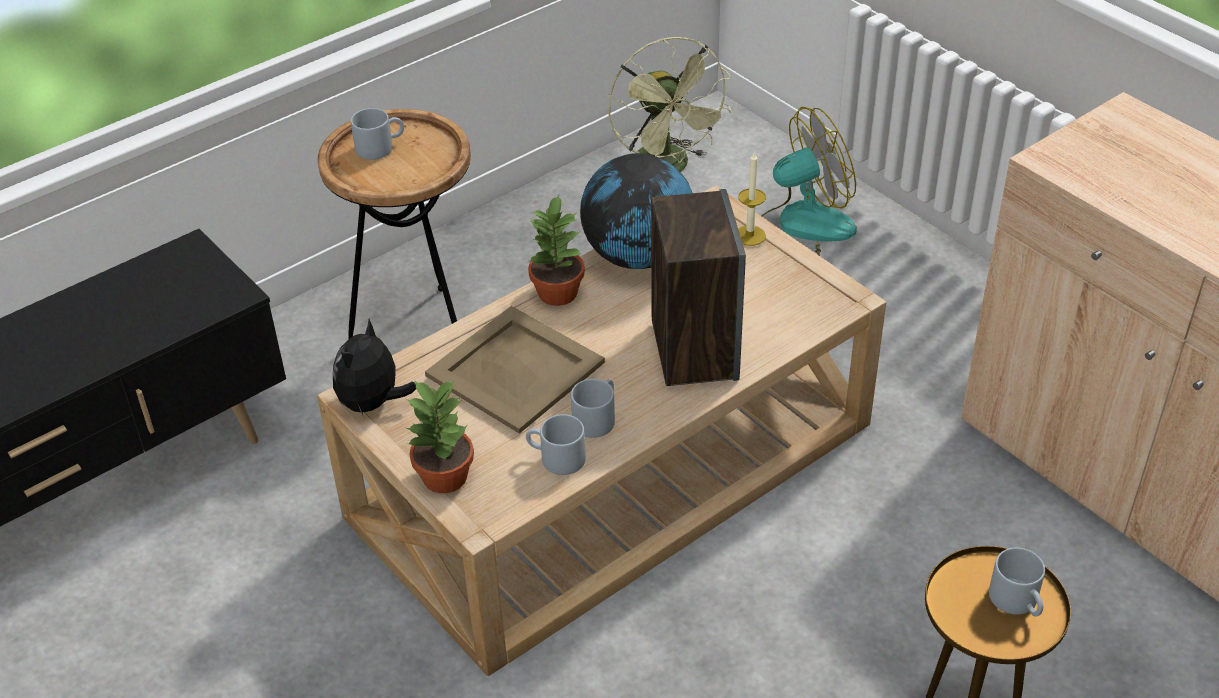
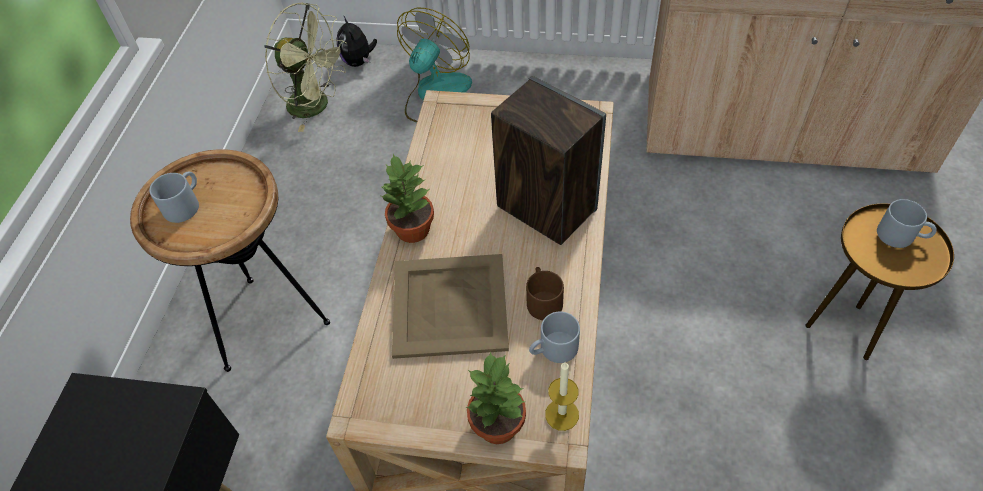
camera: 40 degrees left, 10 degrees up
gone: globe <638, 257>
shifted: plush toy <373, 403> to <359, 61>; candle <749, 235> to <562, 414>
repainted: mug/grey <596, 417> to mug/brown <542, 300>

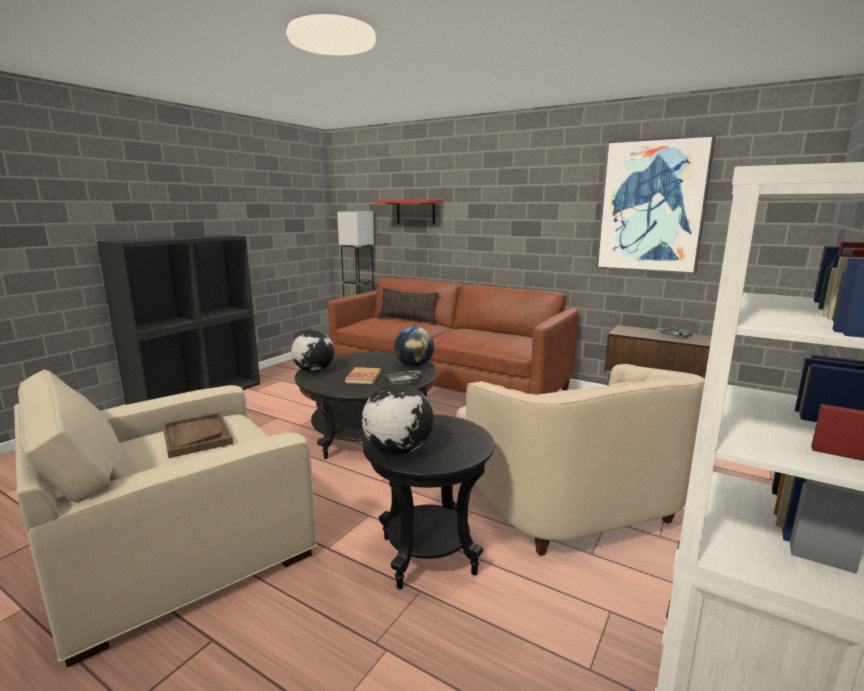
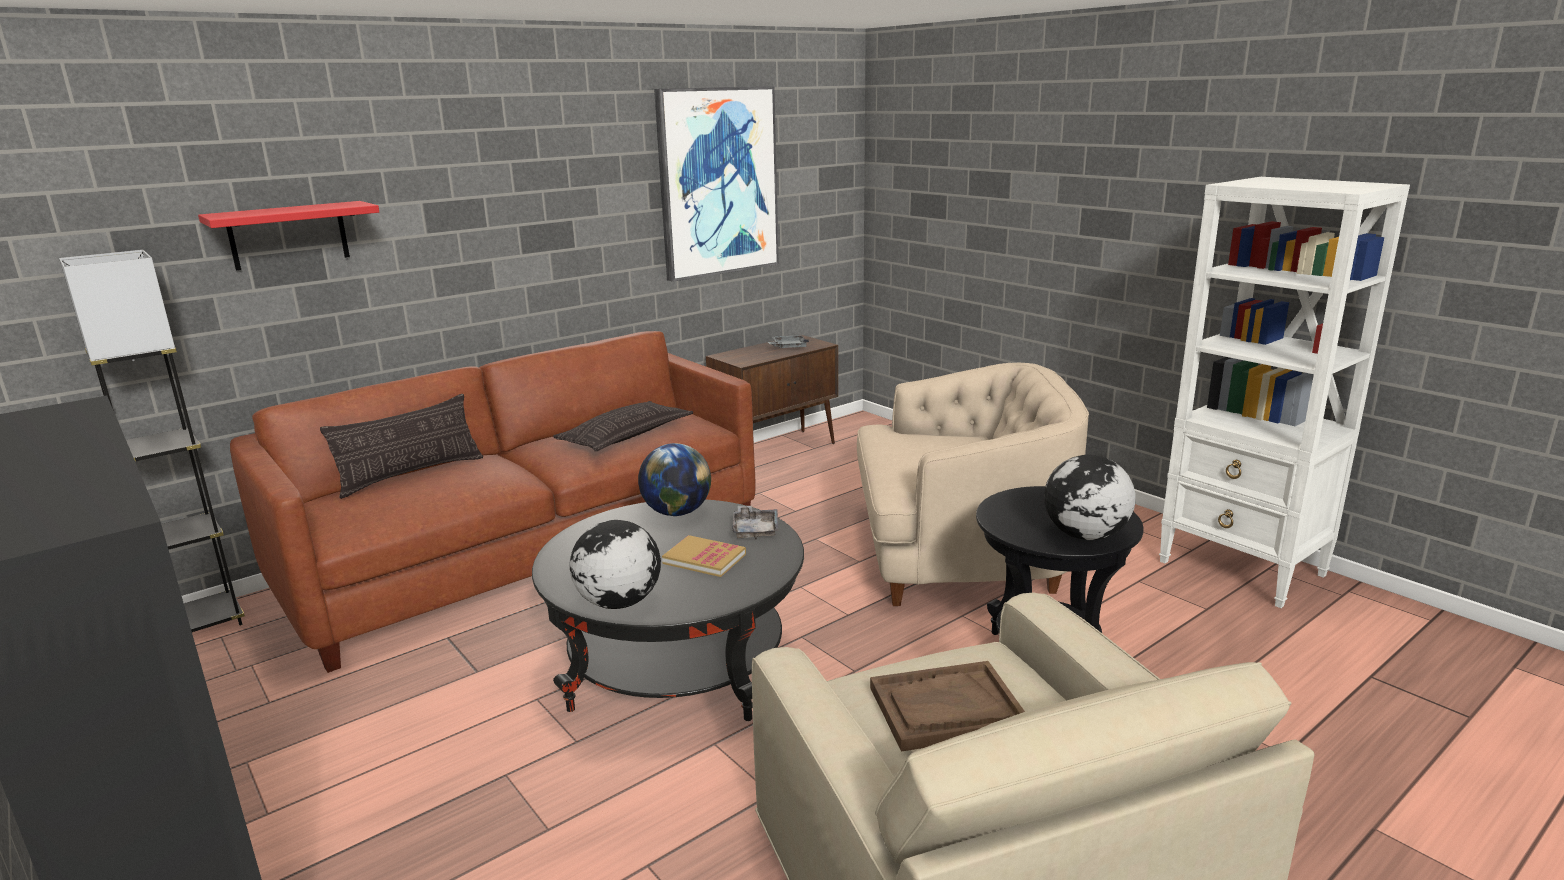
camera: 70 degrees left, 5 degrees up
new: pillow <626, 435>

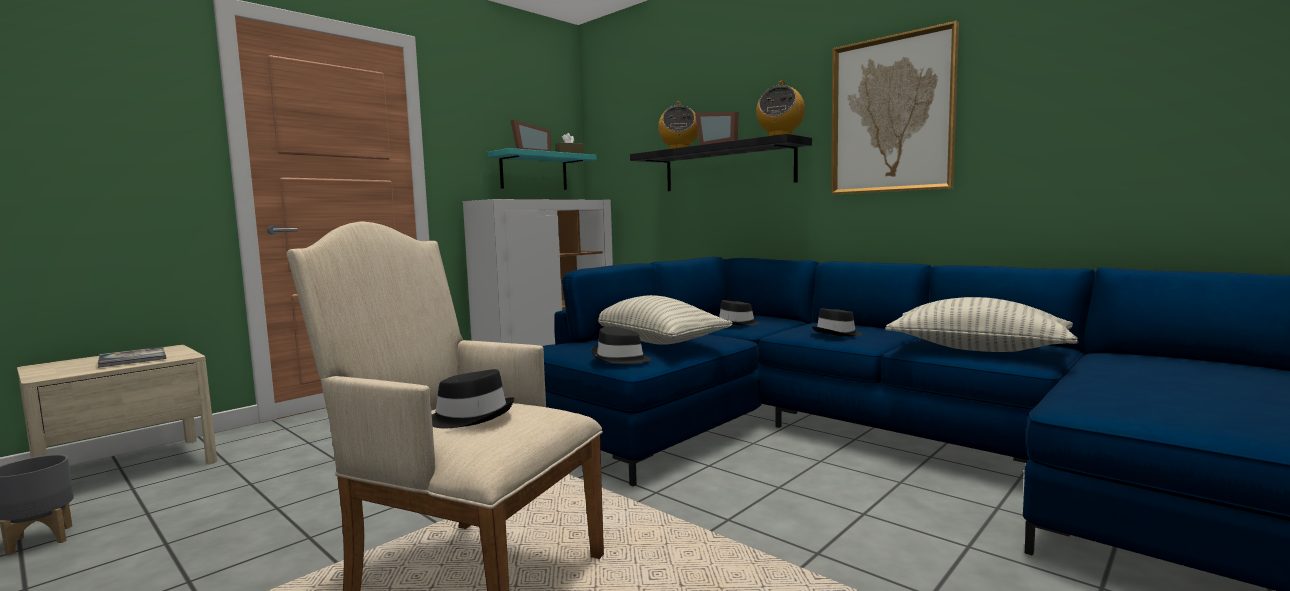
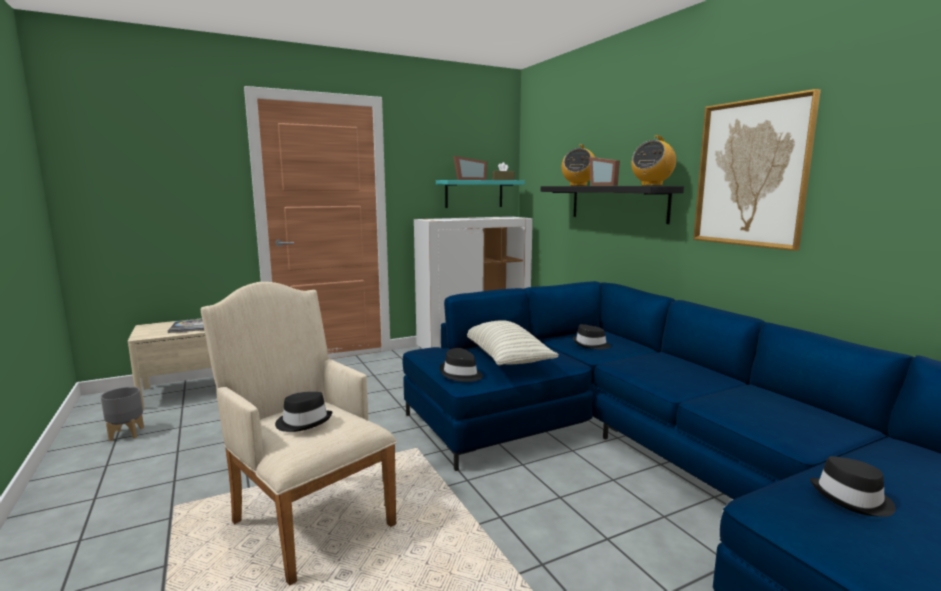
camera: 20 degrees right, 5 degrees up
gone: pillow <977, 349>
shifted: hat/black <838, 334> to <852, 499>

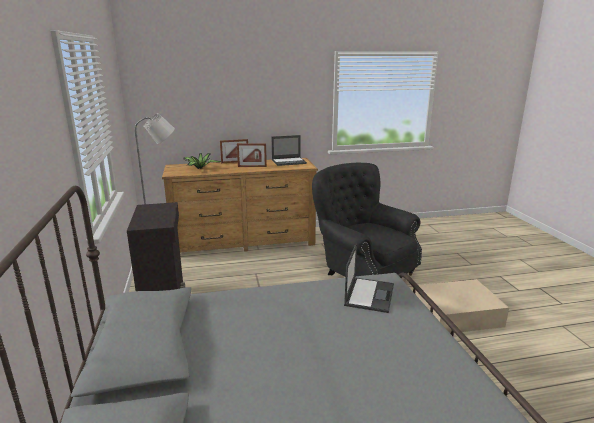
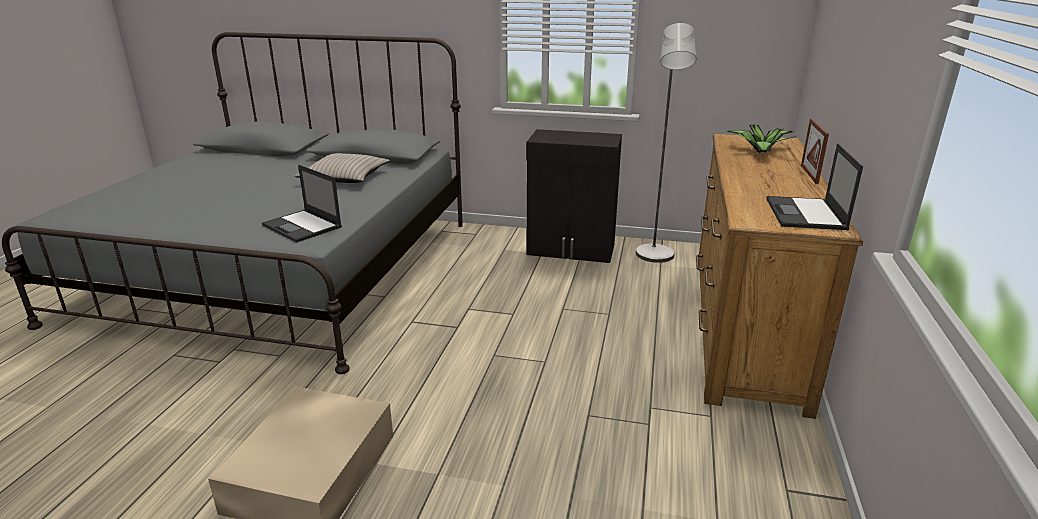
camera: 115 degrees right, 5 degrees up
gone: picture frame <252, 166>; armchair/black <362, 271>
new: pillow/beige <345, 177>

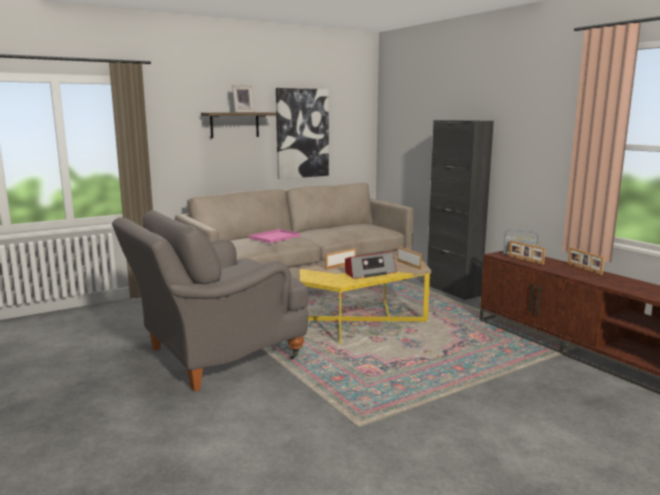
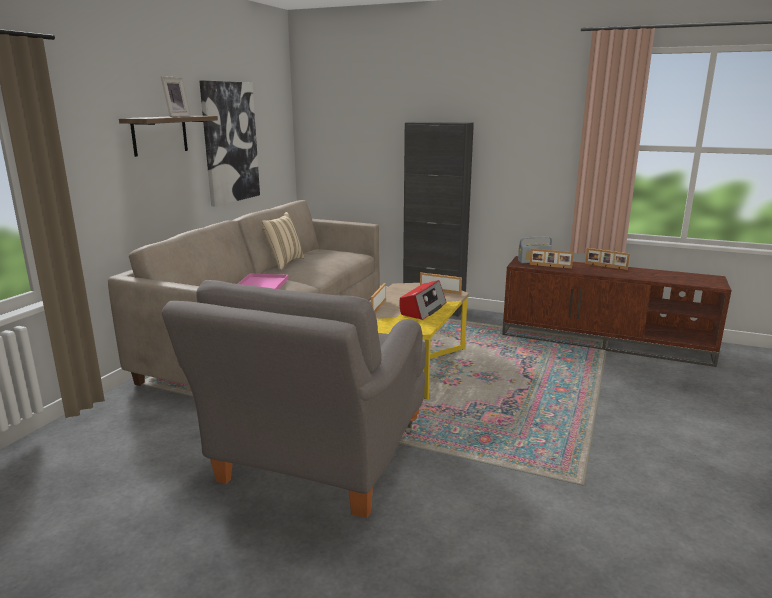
camera: 35 degrees left, 5 degrees up
new: pillow/beige <284, 263>

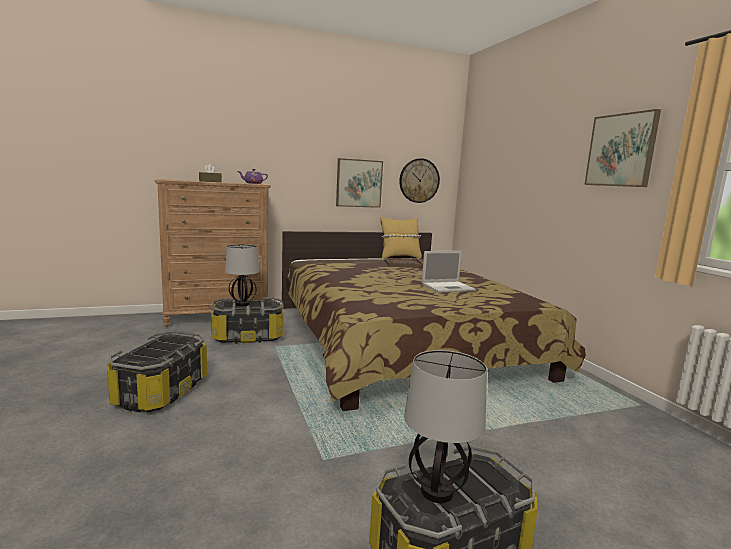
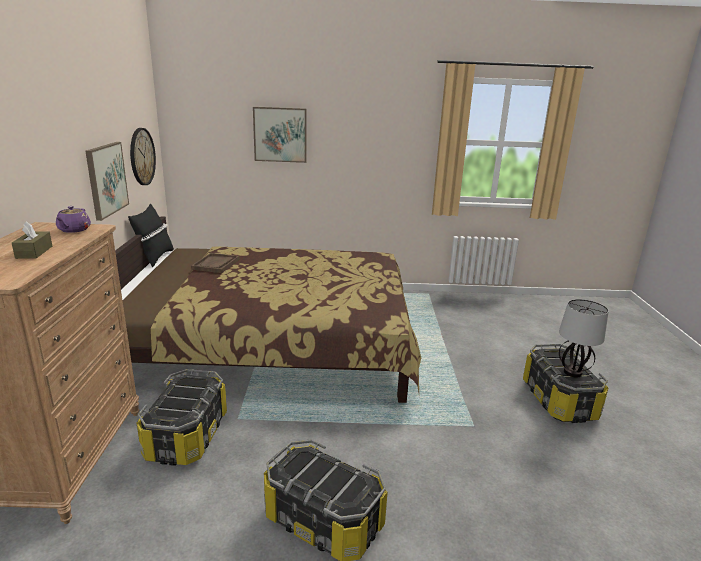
camera: 70 degrees left, 10 degrees up
gone: table lamp <242, 304>; laptop <449, 287>
shifted: picture <621, 150> to <280, 134>
repainted: pillow/yellow <399, 257> to pillow/black <155, 258>

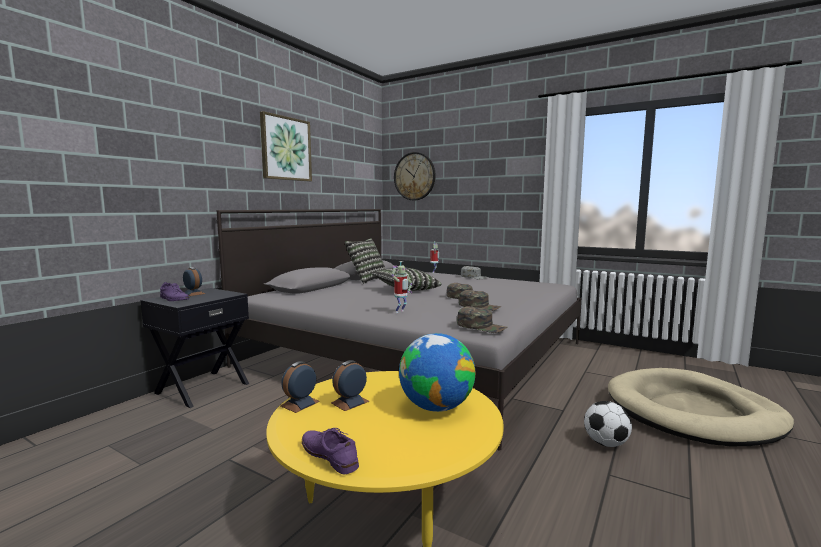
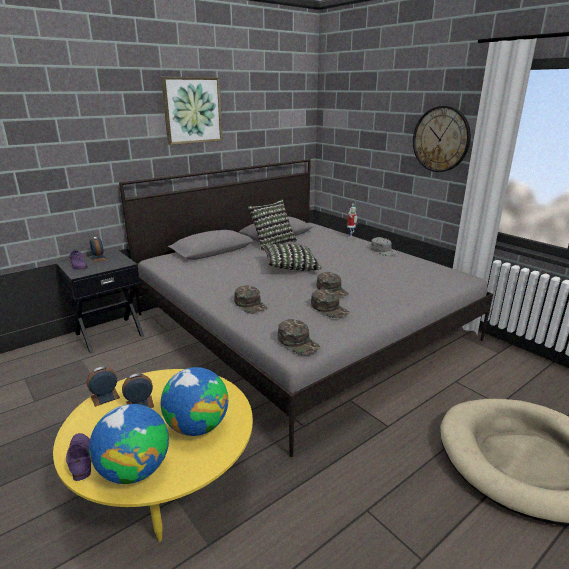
camera: 20 degrees right, 15 degrees up
gone: football <606, 443>
new: globe <135, 470>
shifted: wall clock <414, 176> to <441, 139>
swapped: toy robot <400, 312> to cap/green <250, 304>

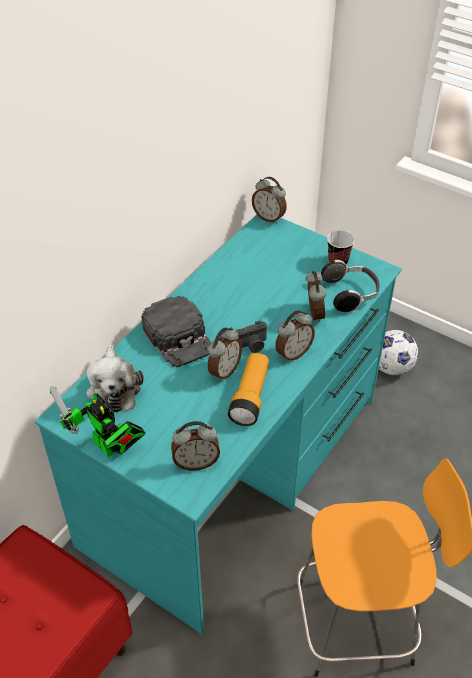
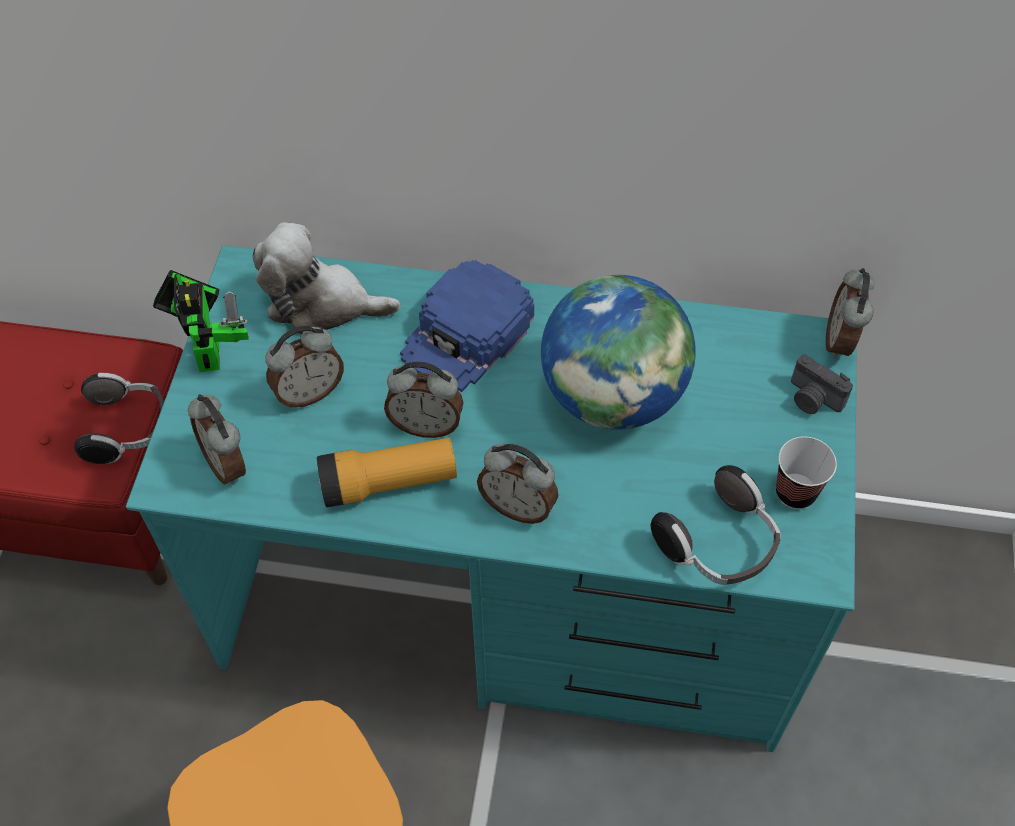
camera: 65 degrees right, 10 degrees up
gone: football <392, 367>
new: headphones <128, 429>; globe <613, 396>
shifted: photo camera <252, 345> to <812, 399>; alarm clock <313, 314> to <309, 392>
repainted: cap/black <178, 336> to cap/blue <467, 335>
rotated: toy robot <108, 448> = <209, 348> 150 degrees clockwise; plush toy <114, 388> = <322, 303> 45 degrees clockwise

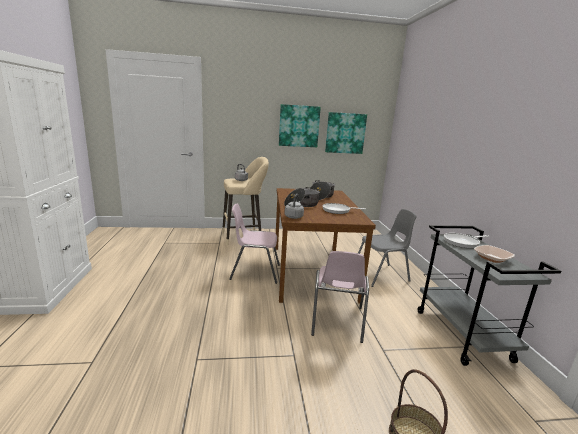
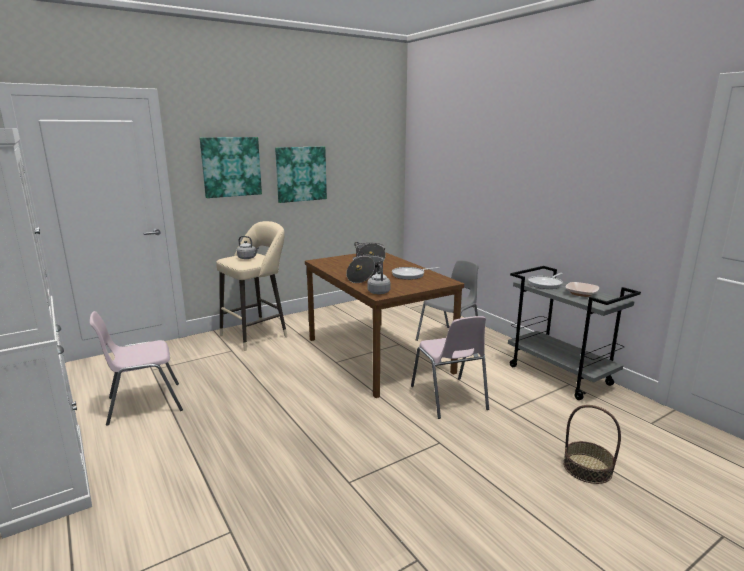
camera: 25 degrees left, 0 degrees up
shifted: chair/pink <254, 272> to <143, 404>; picture <345, 133> to <231, 167>

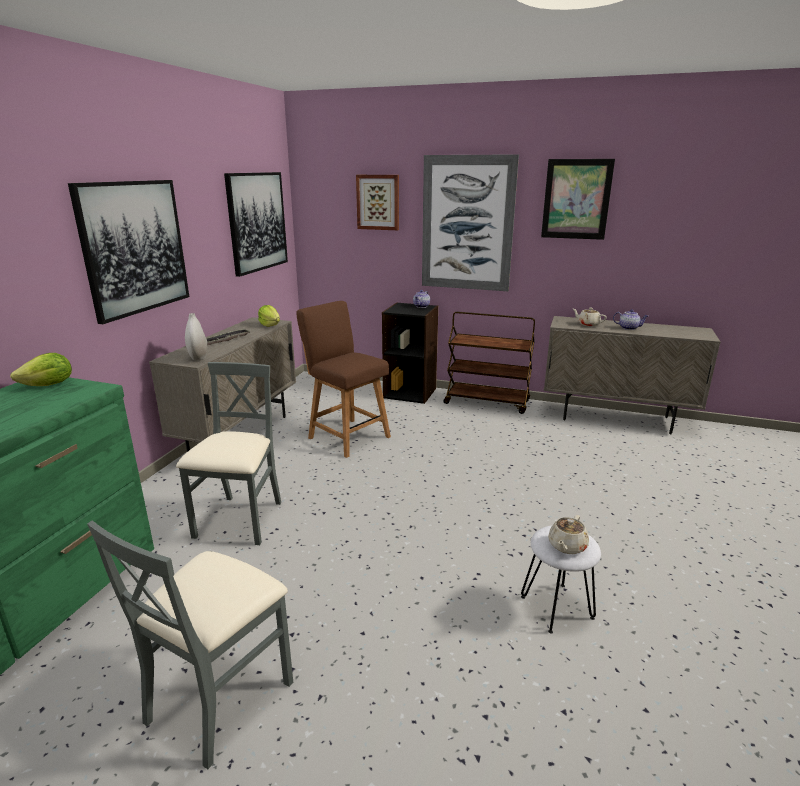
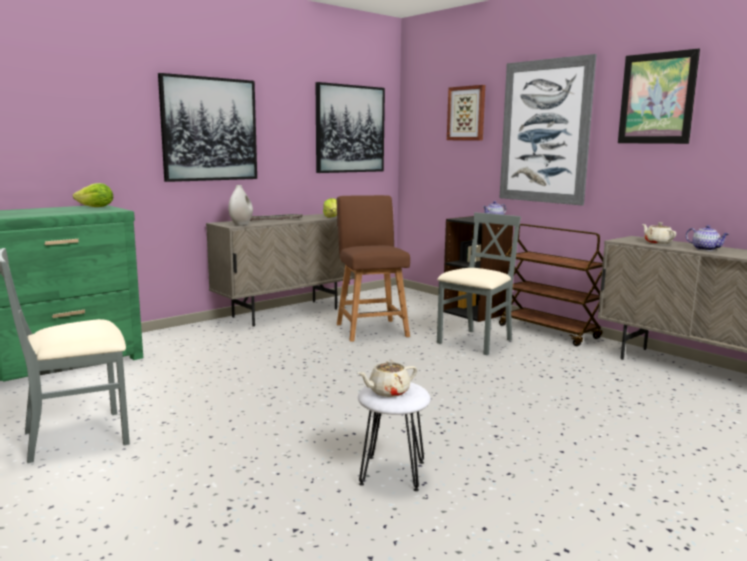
camera: 30 degrees right, 10 degrees down
shifted: chair/grey <240, 520> to <475, 342>

